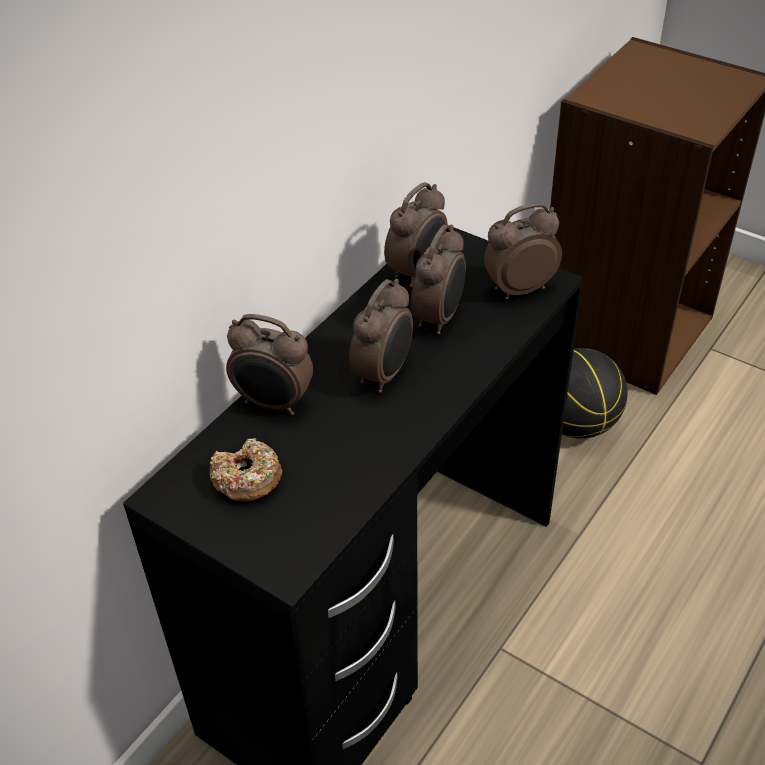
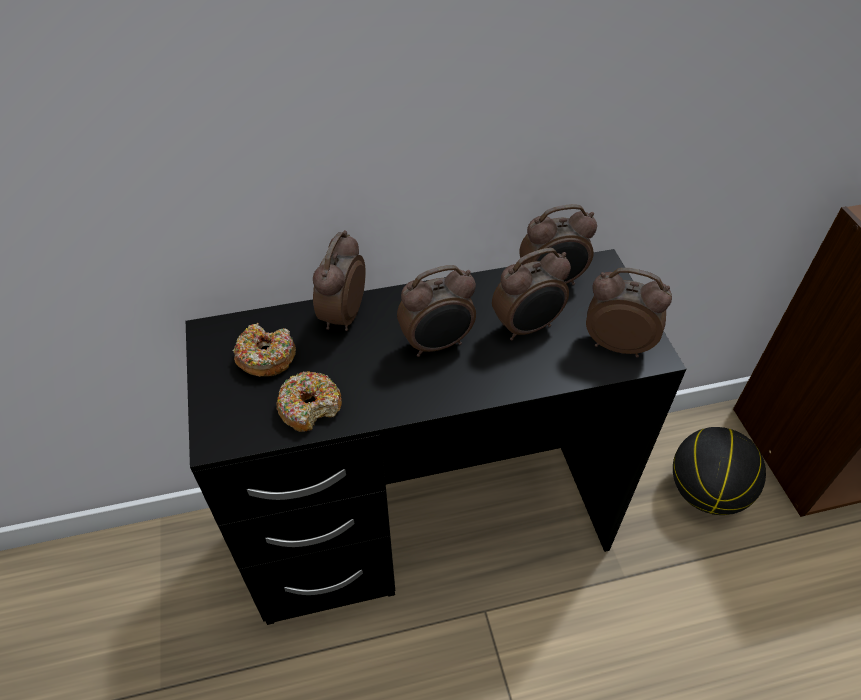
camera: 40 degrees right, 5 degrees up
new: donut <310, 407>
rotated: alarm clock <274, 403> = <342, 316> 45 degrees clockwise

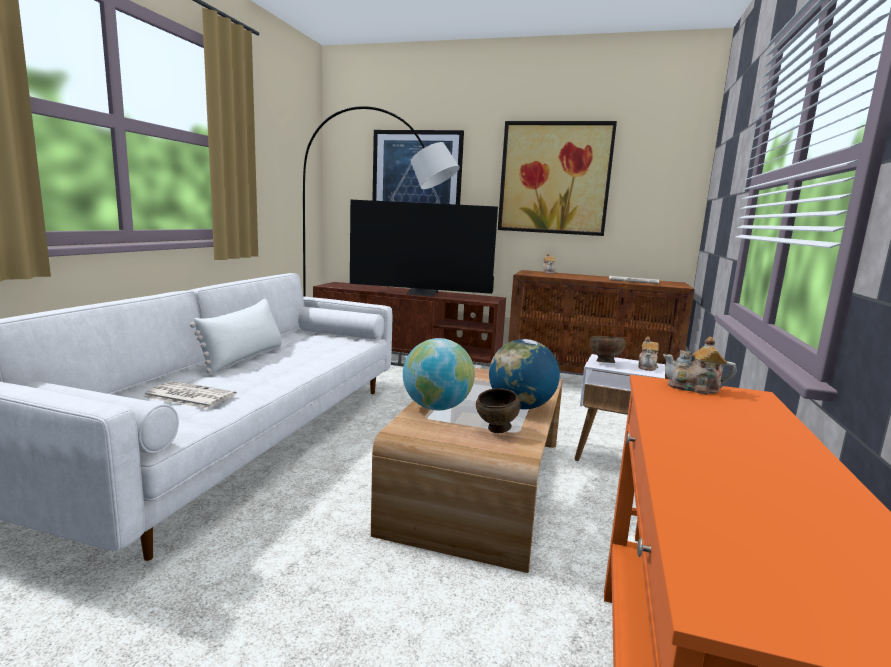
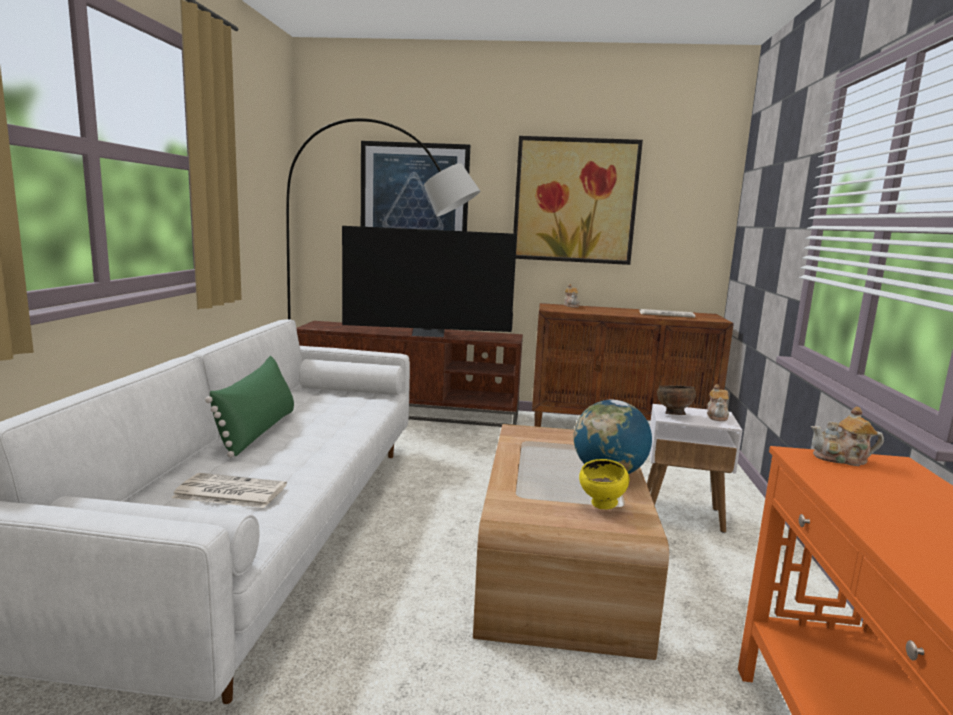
camera: 10 degrees left, 0 degrees up
gone: globe <436, 408>
repainted: pillow/white <244, 357> to pillow/green <258, 431>; bowl/brown <496, 430> to bowl/yellow <602, 506>

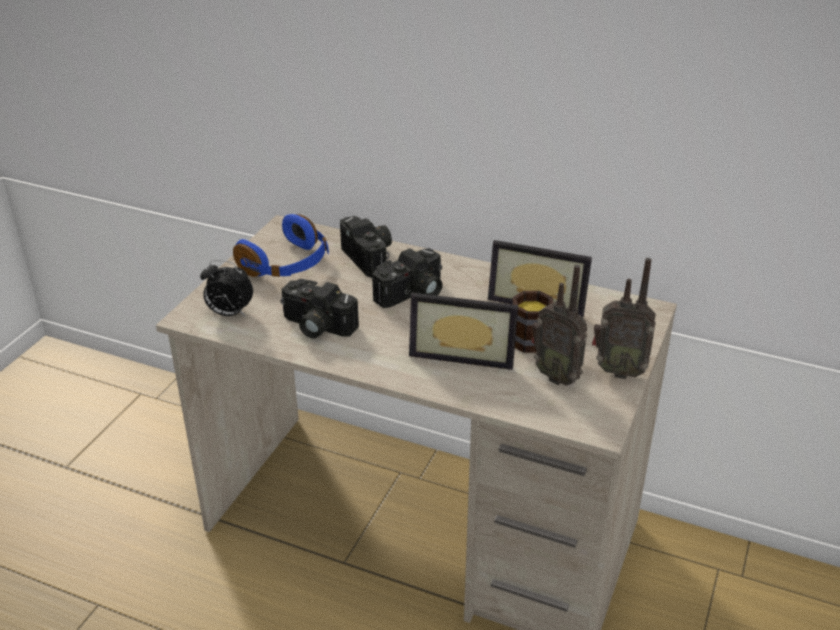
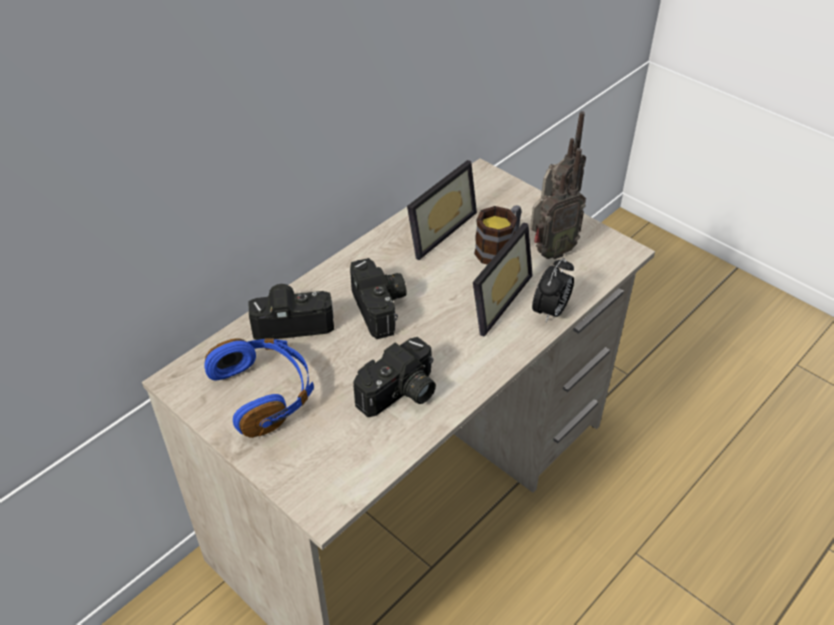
camera: 70 degrees left, 10 degrees up
shifted: alarm clock <229, 313> to <550, 312>

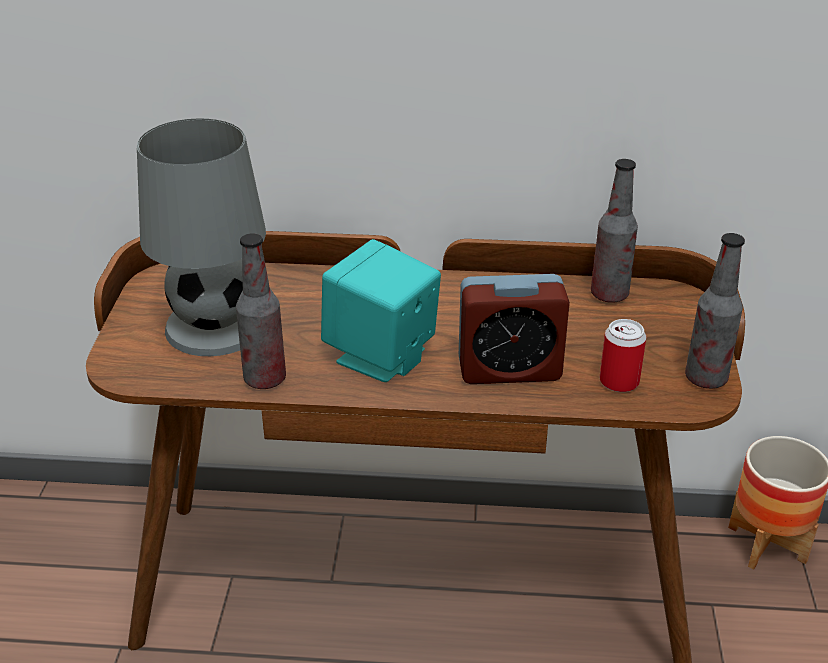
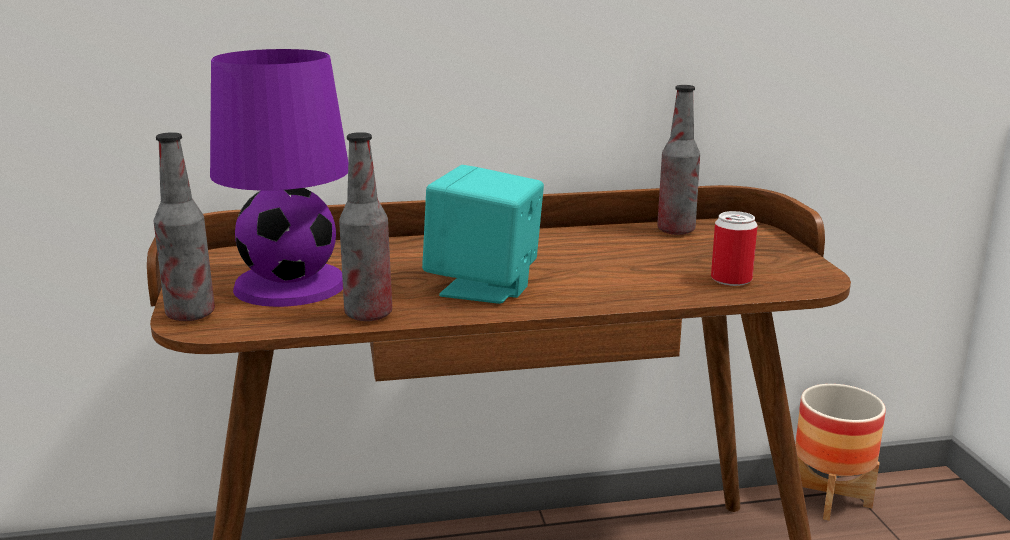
camera: 15 degrees left, 15 degrees down
gone: alarm clock <509, 370>
shifted: bottle <705, 378> to <190, 315>
repainted: table lamp/grey <216, 327> to table lamp/purple <291, 286>

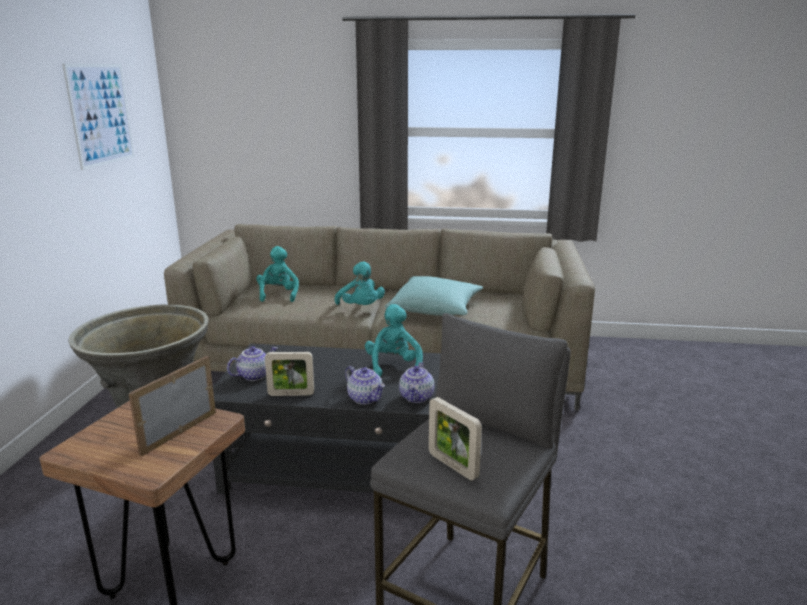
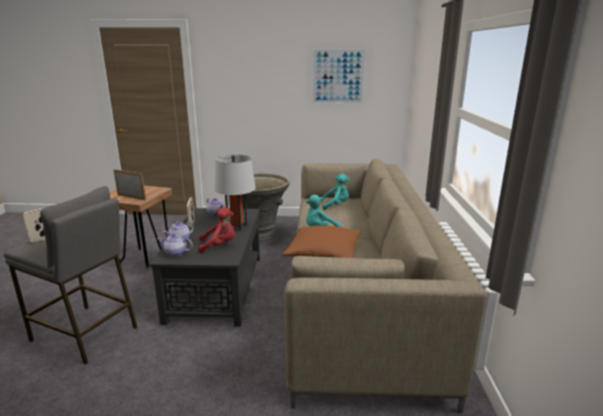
camera: 85 degrees right, 0 degrees up
new: table lamp/grey <237, 226>
repainted: plush toy/turquoise <393, 367> to plush toy/red <219, 245>; pillow/turquoise <435, 309> to pillow/brown <323, 255>

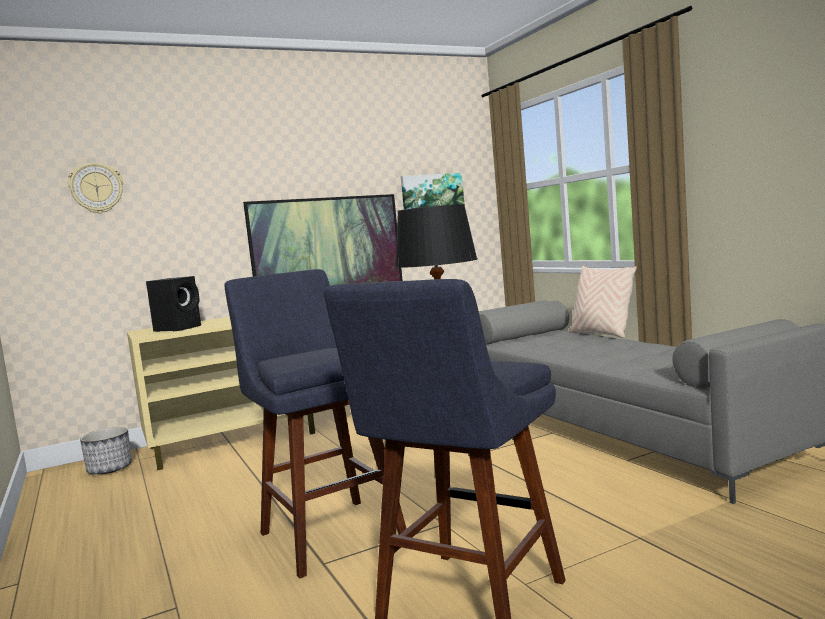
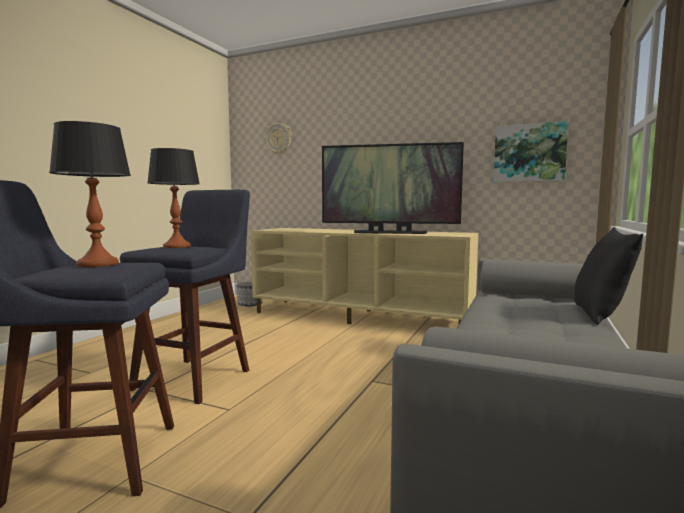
camera: 50 degrees right, 0 degrees up
gone: speaker/black <179, 328>
new: table lamp <177, 246>
repainted: pillow/beige <601, 334> to pillow/black <598, 315>

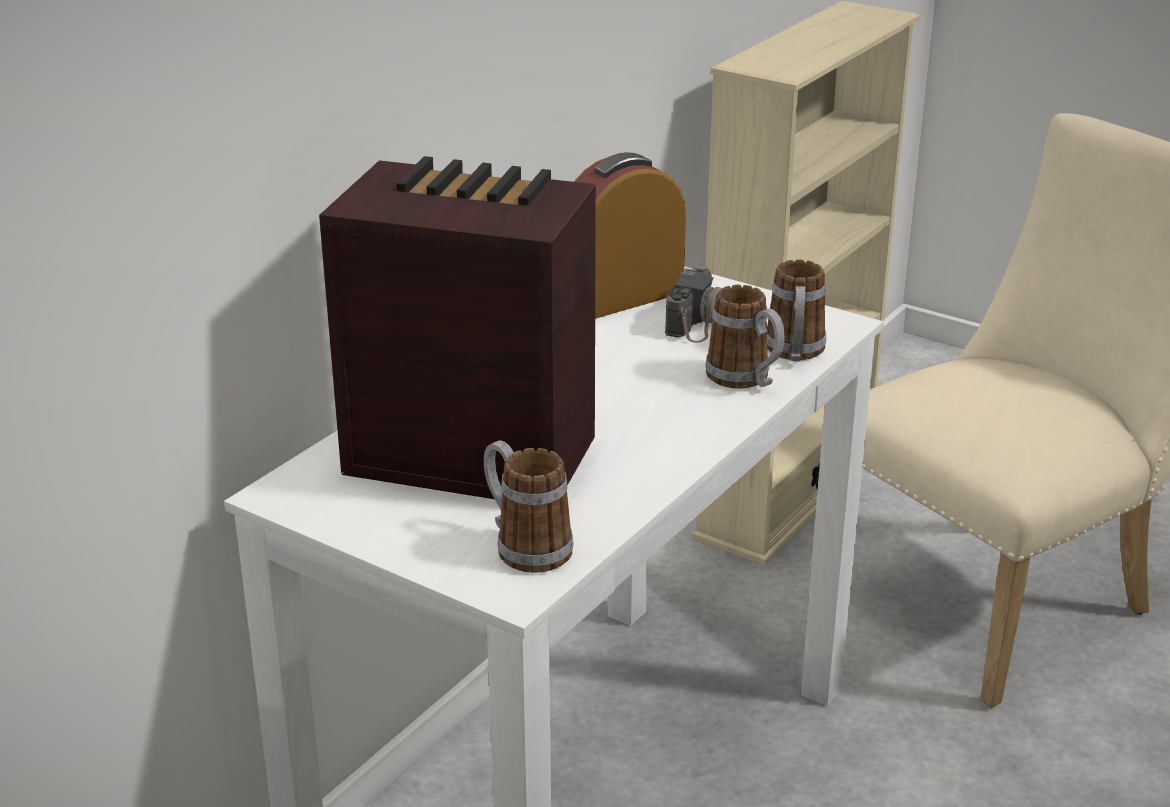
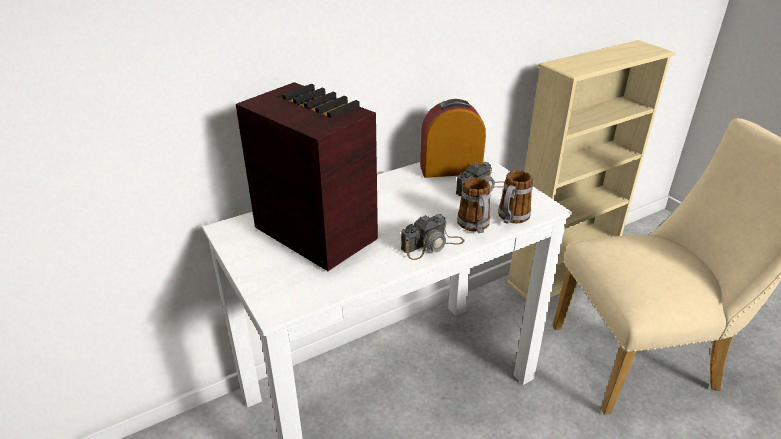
camera: 25 degrees right, 5 degrees up
gone: mug <524, 546>
new: photo camera <432, 245>

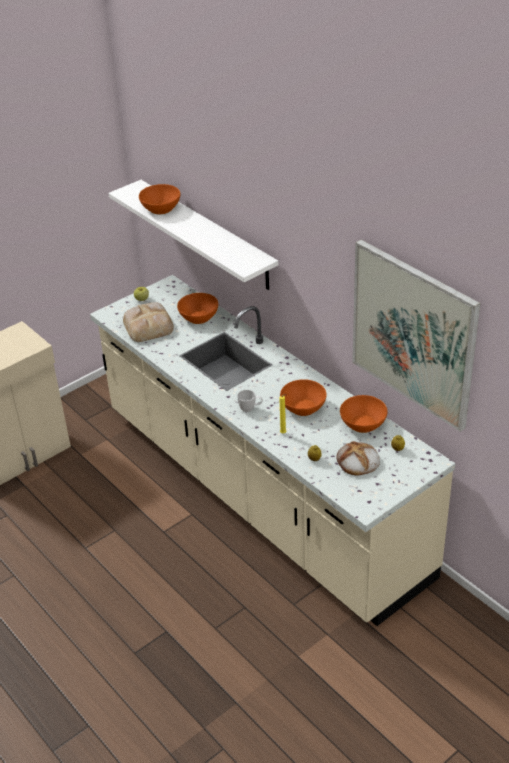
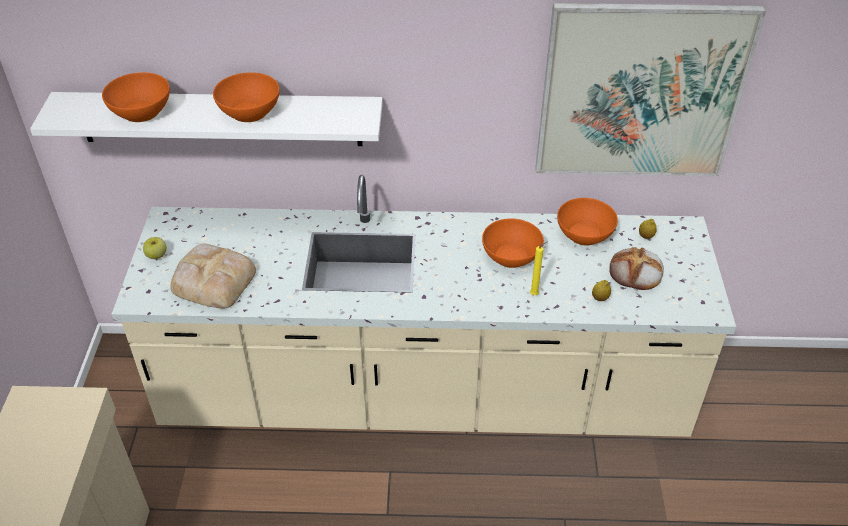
camera: 50 degrees left, 5 degrees up
gone: mug/white <250, 409>
shifted: bowl/orange <199, 317> to <249, 111>

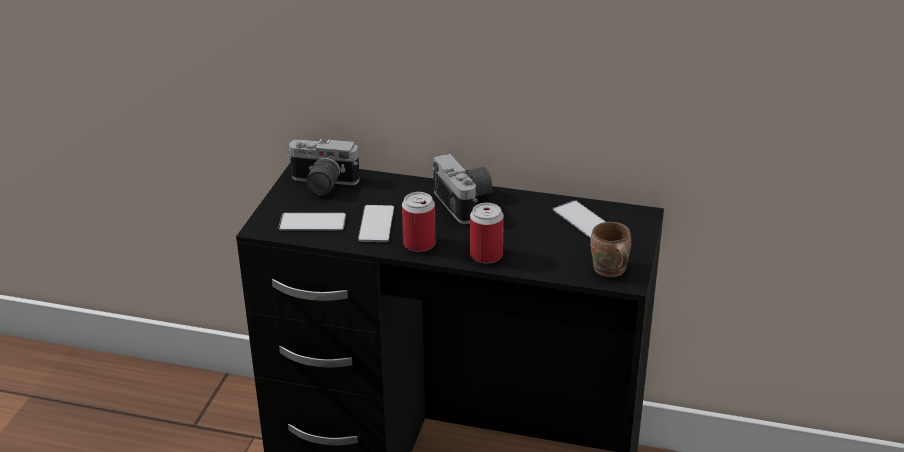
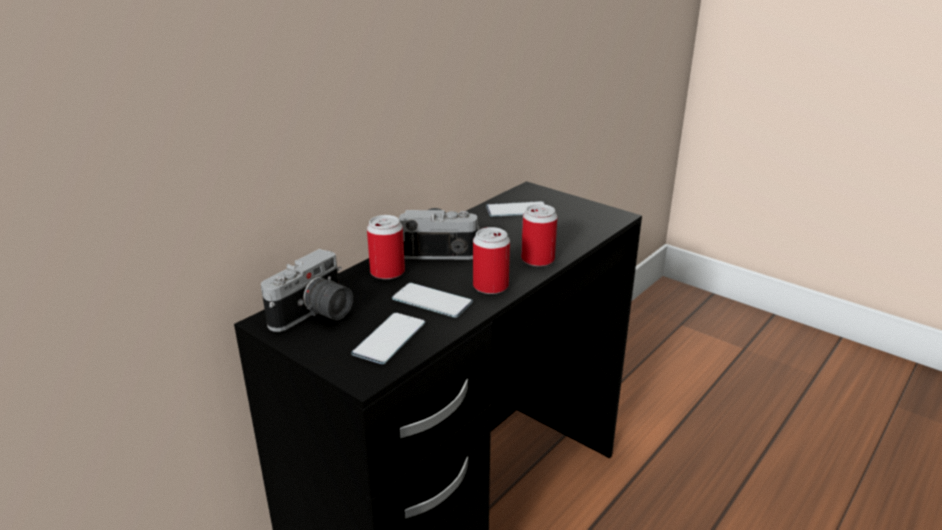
camera: 65 degrees left, 5 degrees down
gone: mug/brown <608, 271>
new: can <387, 272>

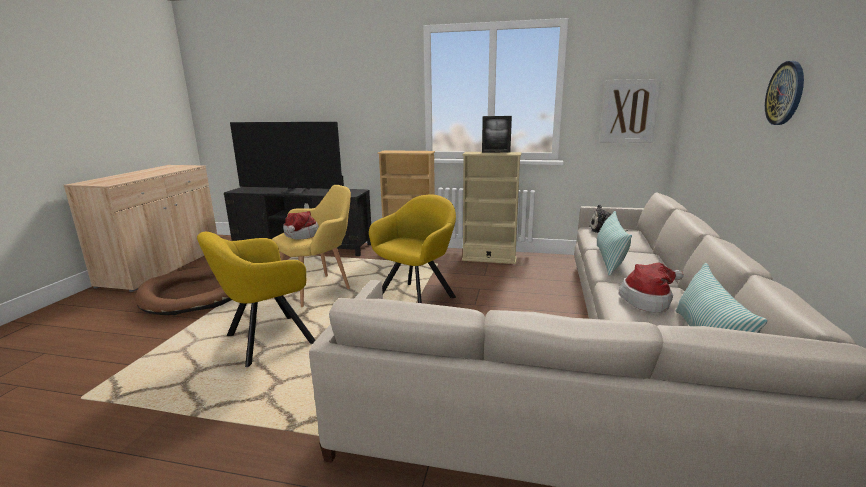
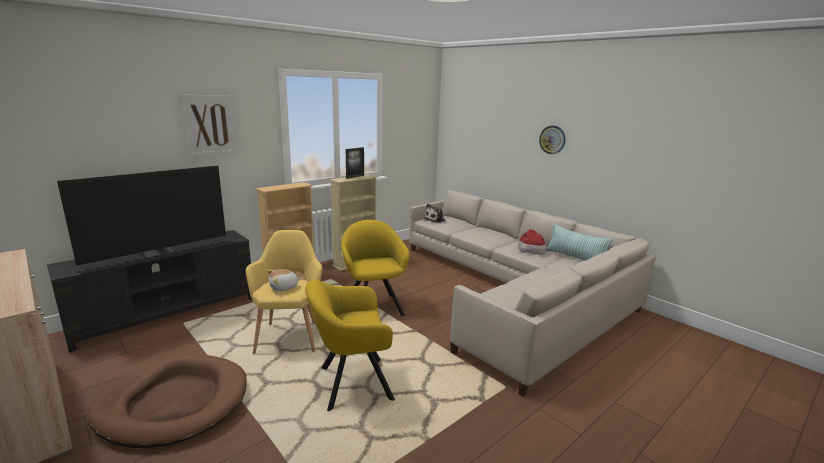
camera: 55 degrees left, 0 degrees up
gone: pillow <609, 260>
shifted: picture <629, 111> to <210, 125>
swapped: hat <300, 235> to plush toy <284, 287>
rotated: armchair/yellow <265, 341> = <350, 384> 75 degrees clockwise

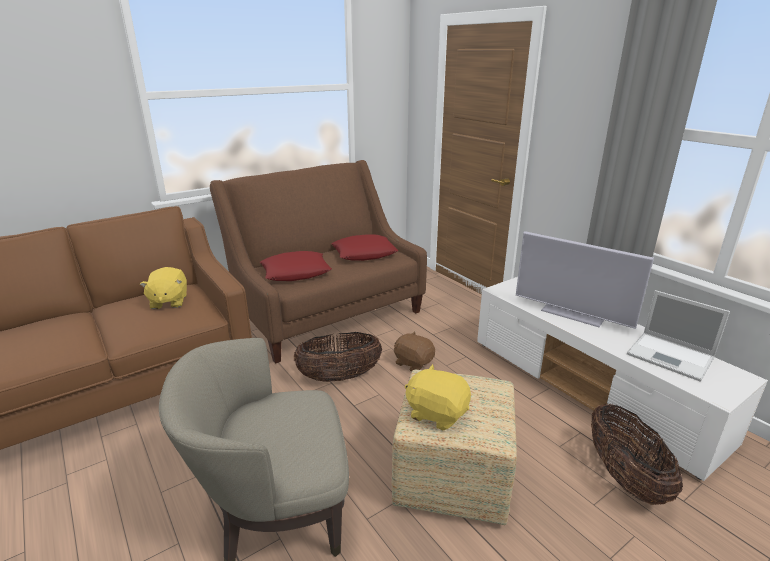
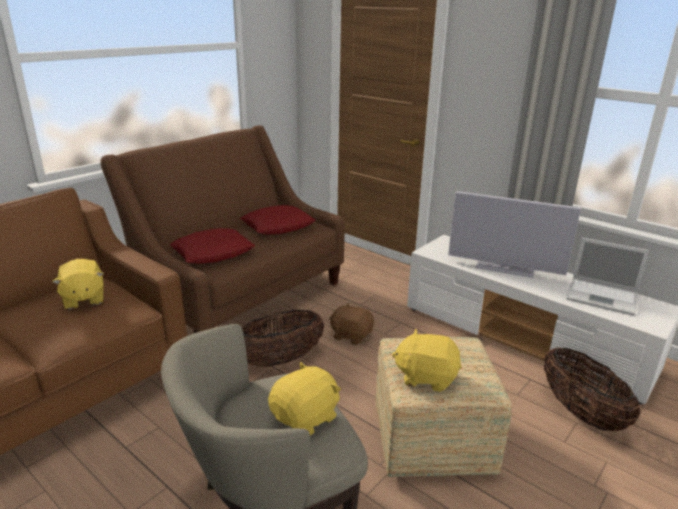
camera: 15 degrees left, 0 degrees up
new: plush toy/yellow <306, 418>

